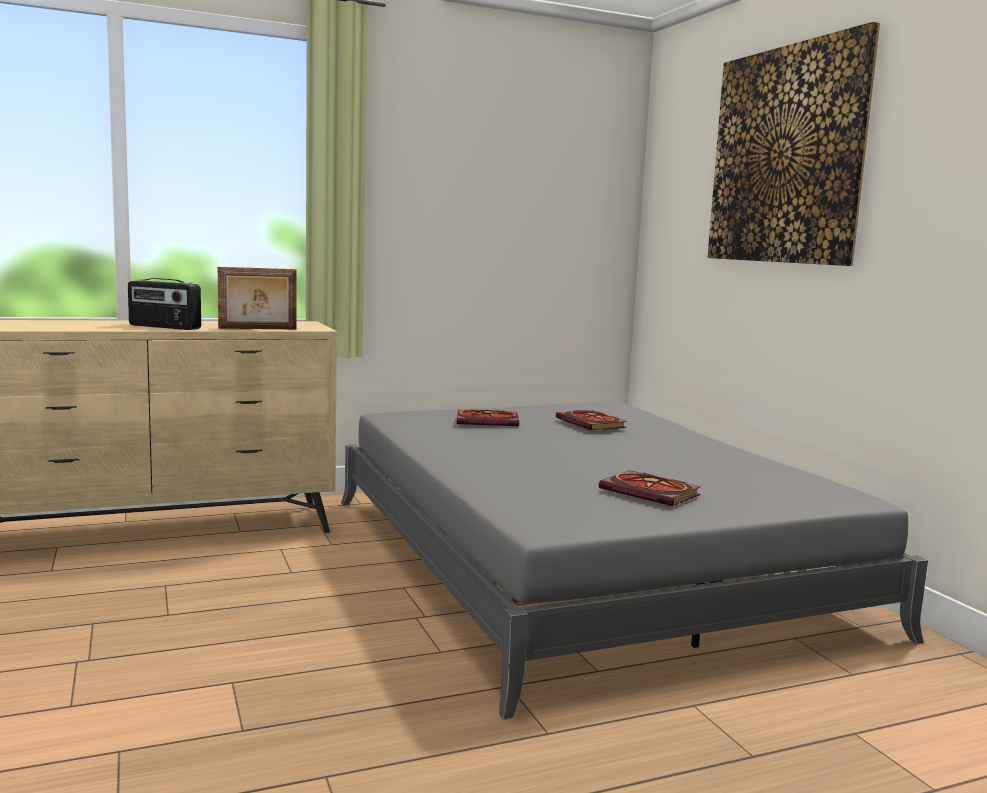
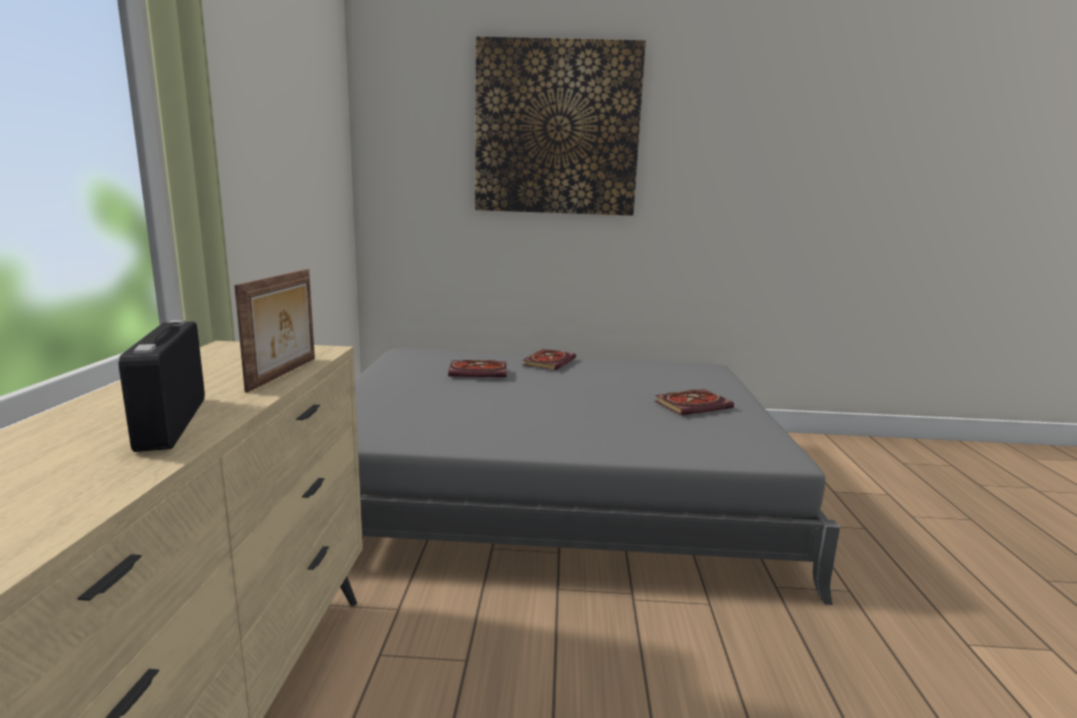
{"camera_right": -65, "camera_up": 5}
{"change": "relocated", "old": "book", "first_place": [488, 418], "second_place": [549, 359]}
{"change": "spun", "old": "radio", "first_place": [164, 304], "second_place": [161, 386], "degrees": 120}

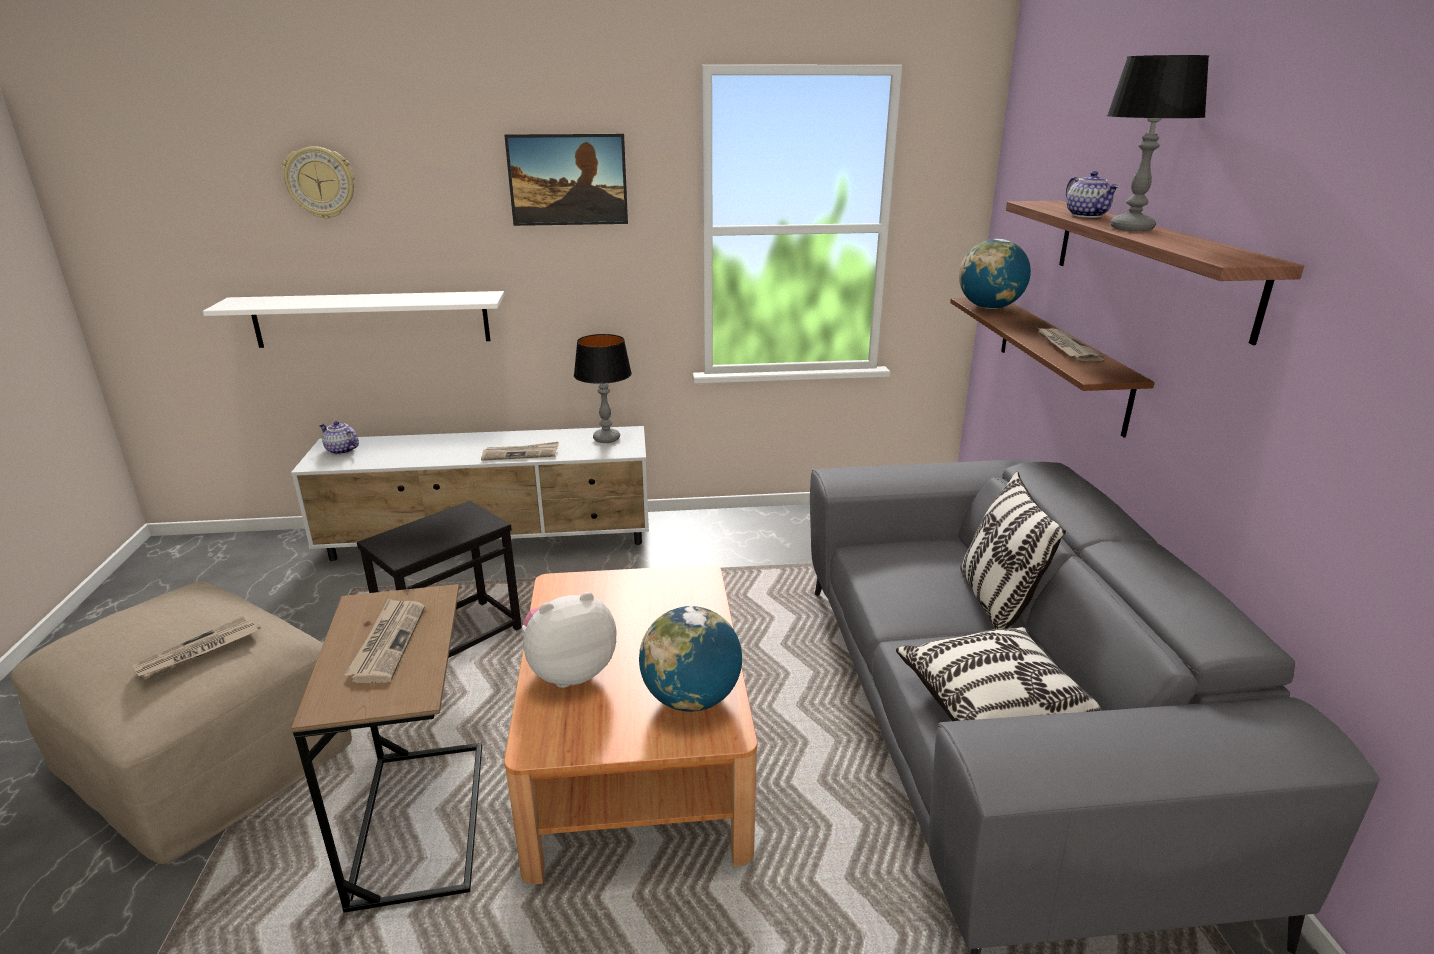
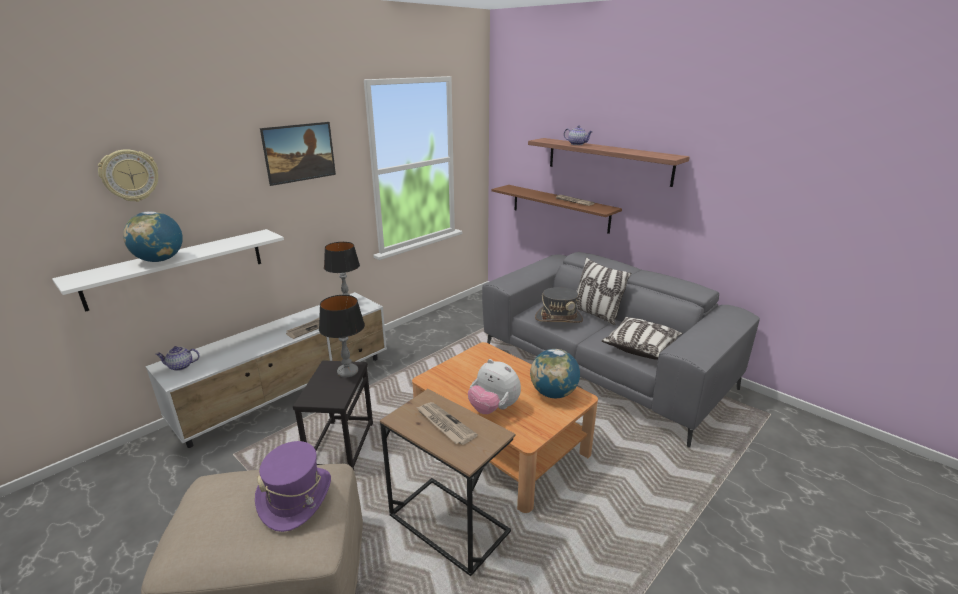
{"camera_right": -40, "camera_up": 0}
{"change": "appeared", "new": "hat/grey", "second_place": [559, 305]}
{"change": "relocated", "old": "globe", "first_place": [995, 274], "second_place": [153, 236]}
{"change": "relocated", "old": "table lamp", "first_place": [1158, 143], "second_place": [342, 336]}
{"change": "exchanged", "old": "newspaper", "new": "hat/purple", "first_place": [196, 647], "second_place": [293, 486]}
{"change": "spun", "old": "plush toy", "first_place": [569, 640], "second_place": [494, 386], "degrees": -75}

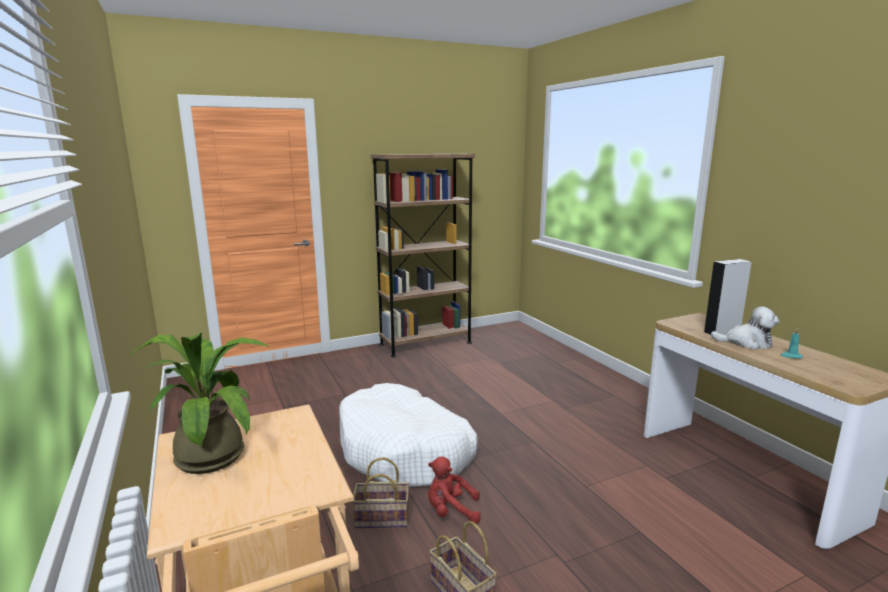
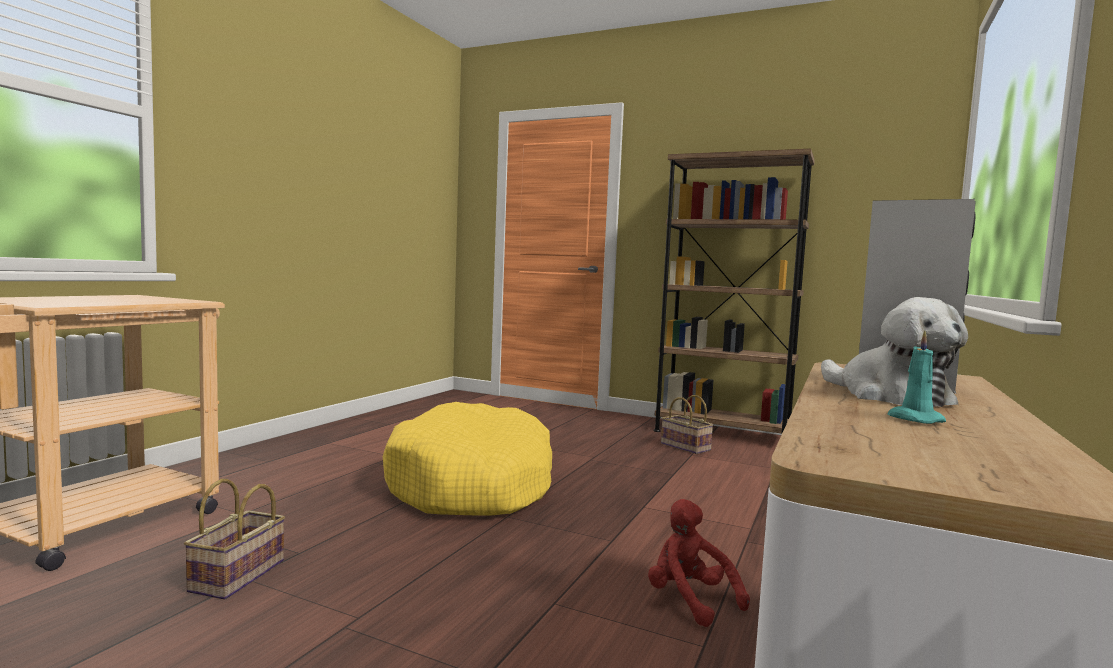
{"camera_right": 50, "camera_up": -10}
{"change": "missing", "old": "potted plant", "first_place": [200, 403]}
{"change": "relocated", "old": "basket", "first_place": [380, 492], "second_place": [687, 424]}
{"change": "relocated", "old": "plush toy/red", "first_place": [454, 490], "second_place": [699, 563]}
{"change": "colour", "old": "dog bed/white", "new": "dog bed/yellow", "first_place": [408, 435], "second_place": [467, 459]}

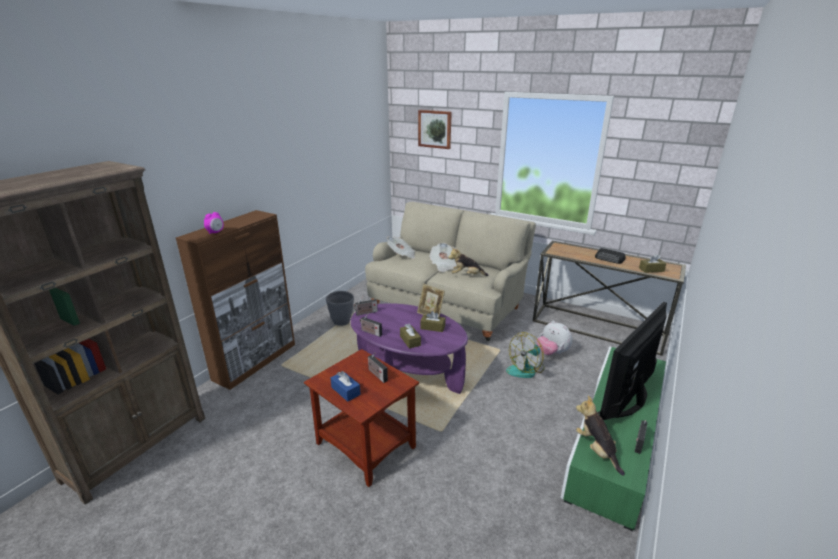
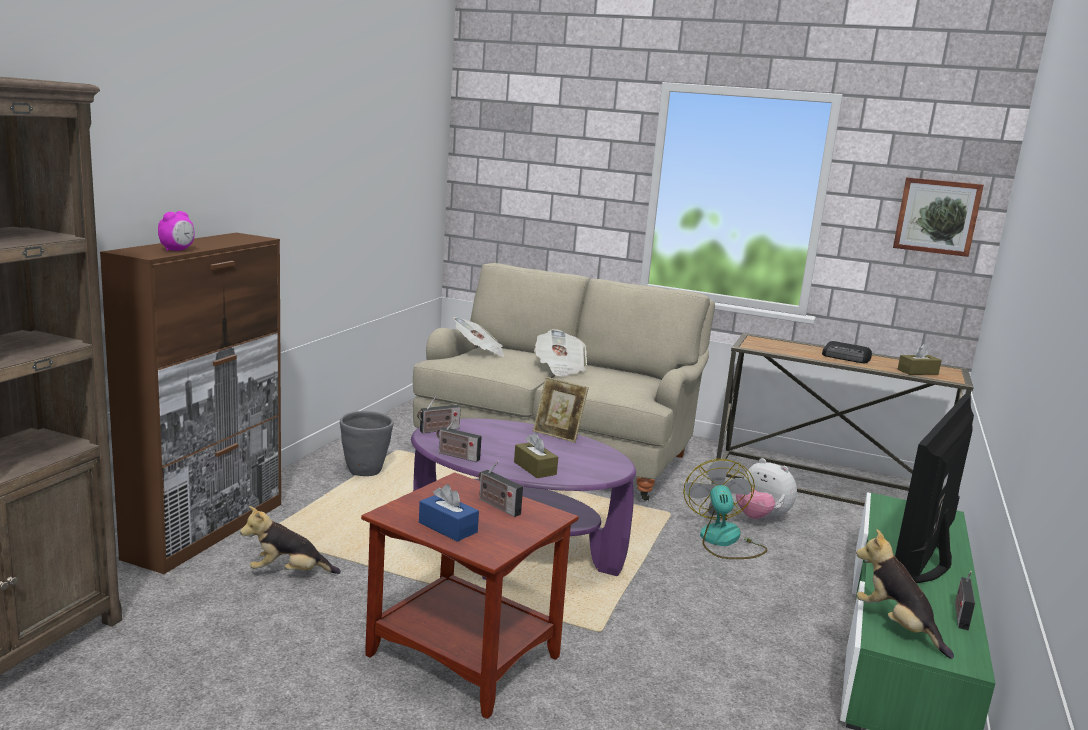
{"camera_right": -10, "camera_up": -10}
{"change": "missing", "old": "tissue box/brown", "first_place": [432, 321]}
{"change": "relocated", "old": "picture", "first_place": [435, 129], "second_place": [938, 217]}
{"change": "relocated", "old": "plush toy", "first_place": [468, 261], "second_place": [290, 540]}
{"change": "spun", "old": "fan", "first_place": [525, 355], "second_place": [725, 509], "degrees": 135}

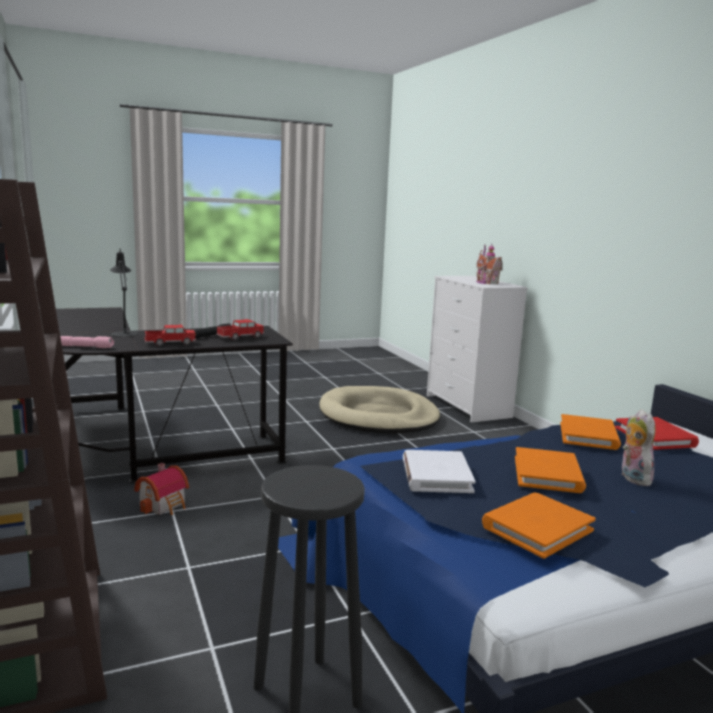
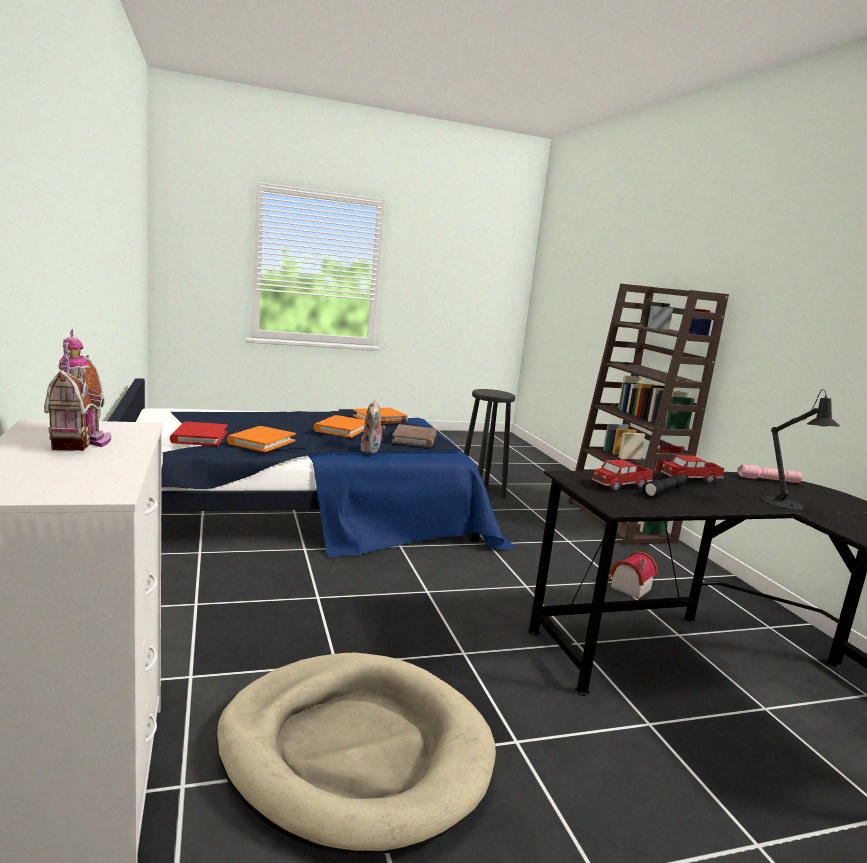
{"camera_right": -175, "camera_up": 0}
{"change": "relocated", "old": "plush toy", "first_place": [638, 447], "second_place": [373, 426]}
{"change": "colour", "old": "book/white", "new": "book/brown", "first_place": [439, 471], "second_place": [414, 435]}

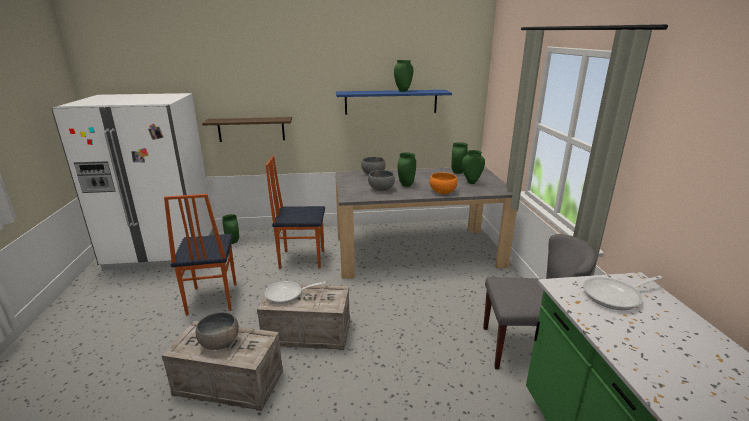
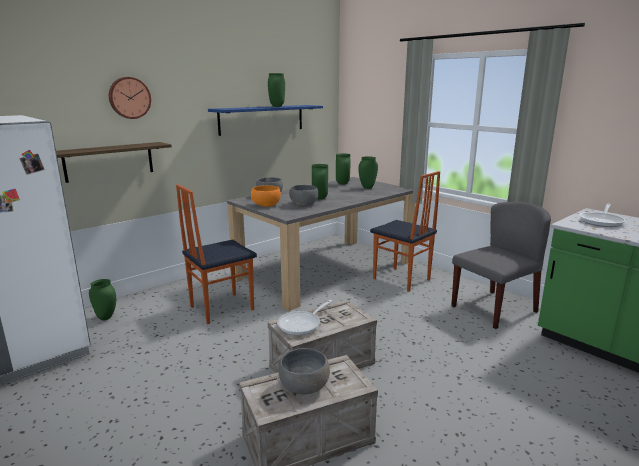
{"camera_right": -35, "camera_up": -5}
{"change": "appeared", "new": "wall clock", "second_place": [130, 98]}
{"change": "relocated", "old": "chair", "first_place": [200, 255], "second_place": [405, 231]}
{"change": "relocated", "old": "bowl/orange", "first_place": [443, 183], "second_place": [266, 196]}

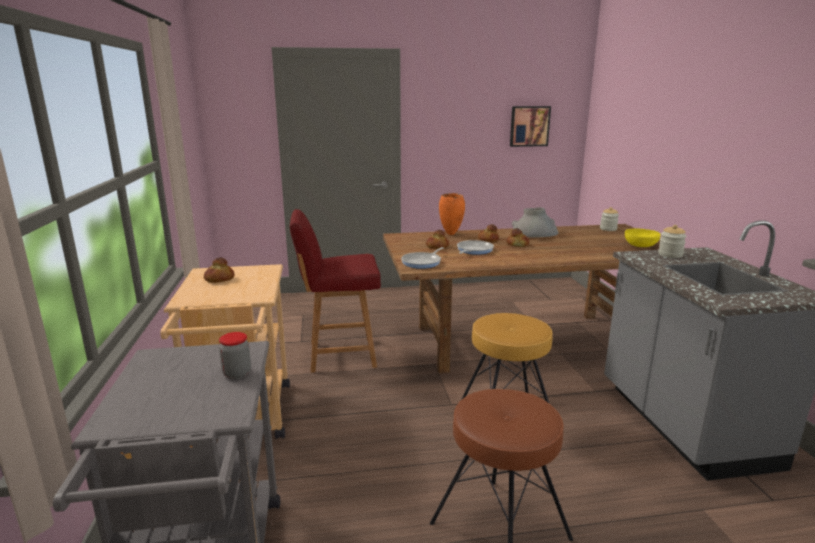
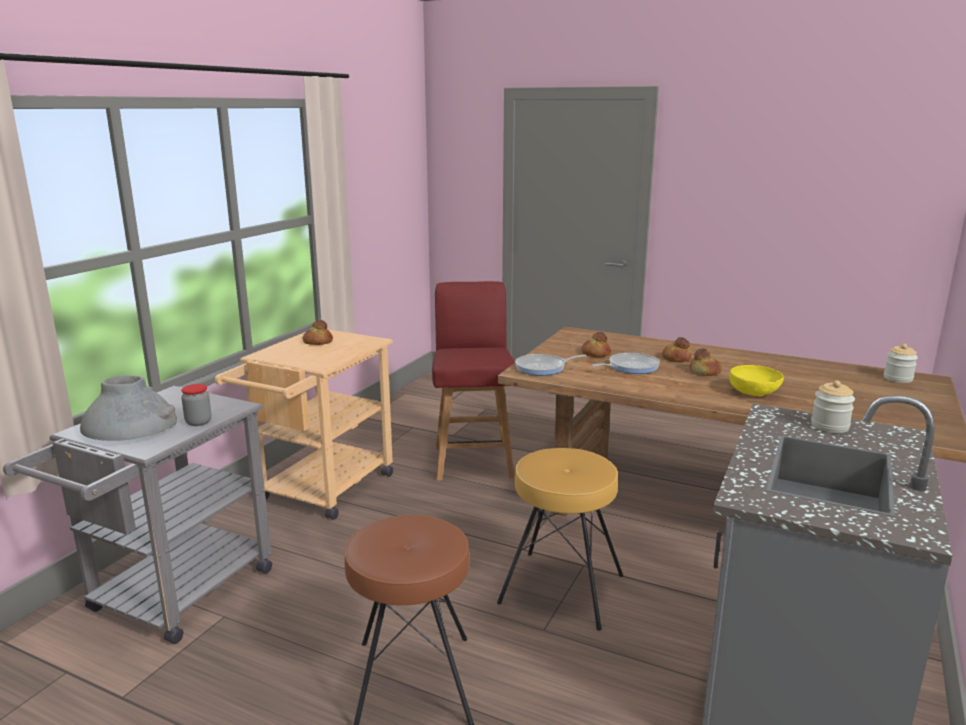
{"camera_right": 35, "camera_up": 0}
{"change": "missing", "old": "vase/orange", "first_place": [452, 214]}
{"change": "missing", "old": "picture", "first_place": [530, 126]}
{"change": "relocated", "old": "vase/grey", "first_place": [535, 222], "second_place": [128, 408]}
{"change": "relocated", "old": "bowl/yellow", "first_place": [643, 238], "second_place": [756, 380]}
{"change": "spun", "old": "chair/red", "first_place": [335, 291], "second_place": [473, 381], "degrees": 60}

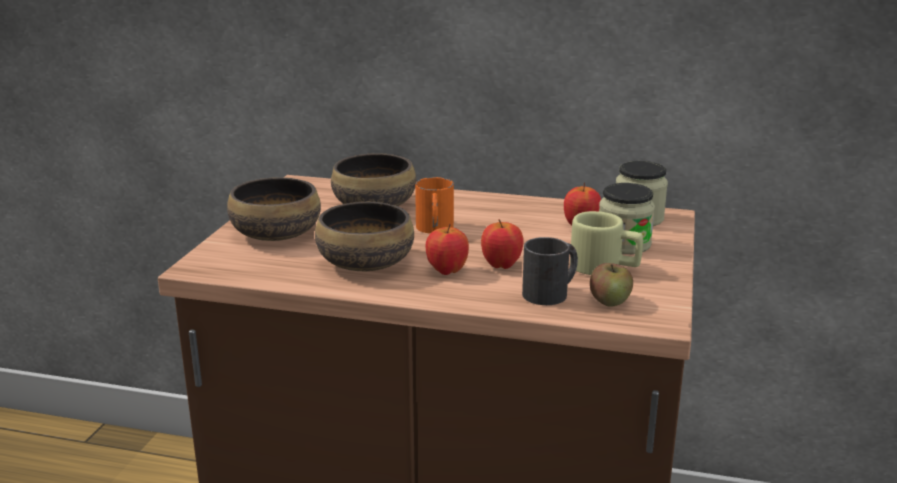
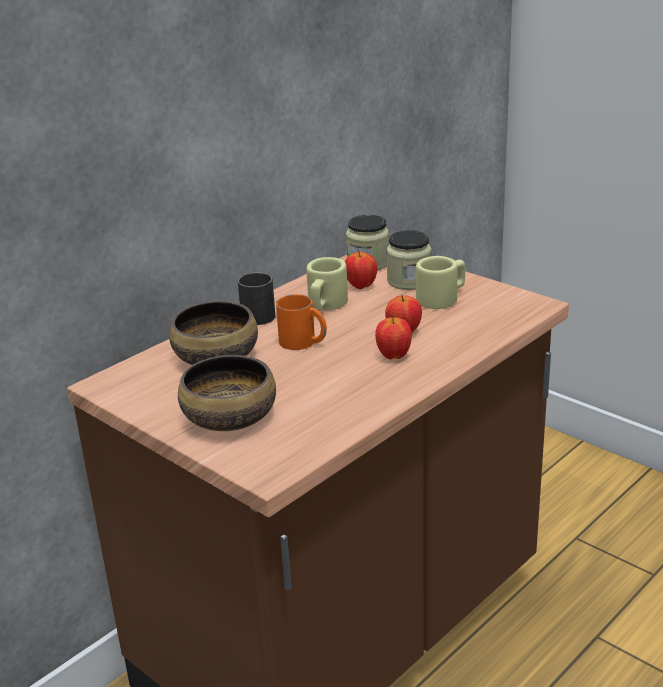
{"camera_right": -60, "camera_up": 5}
{"change": "missing", "old": "bowl", "first_place": [364, 236]}
{"change": "missing", "old": "apple", "first_place": [611, 285]}
{"change": "appeared", "new": "mug/beige", "second_place": [327, 284]}
{"change": "relocated", "old": "mug/black", "first_place": [550, 271], "second_place": [256, 298]}

